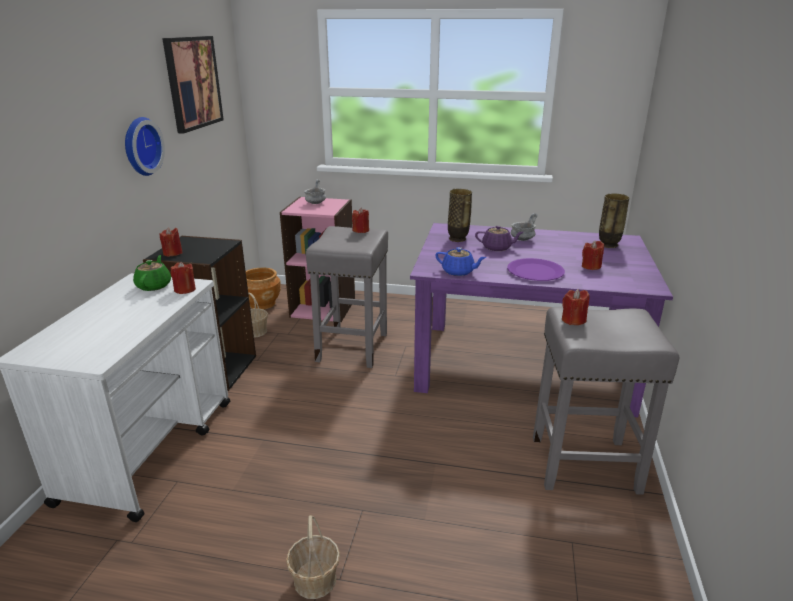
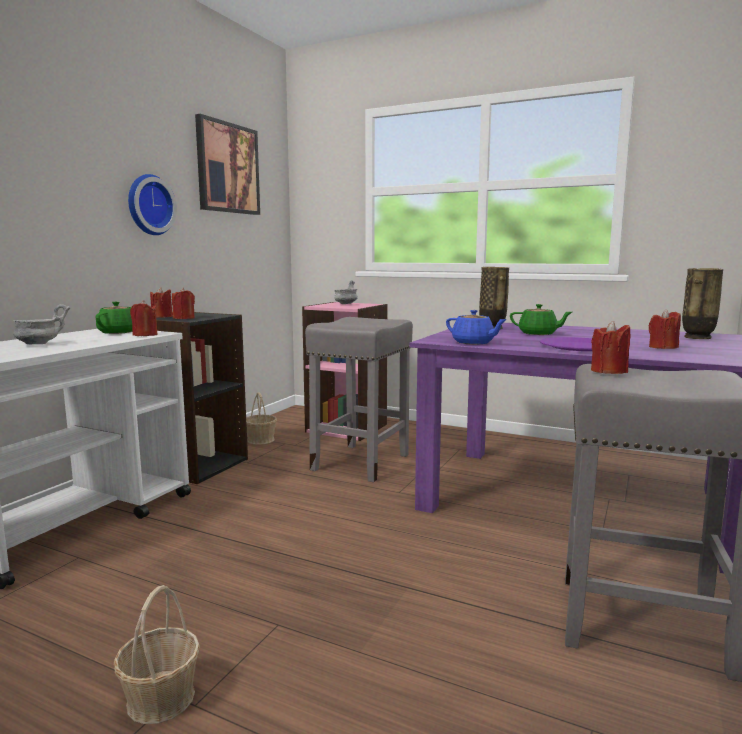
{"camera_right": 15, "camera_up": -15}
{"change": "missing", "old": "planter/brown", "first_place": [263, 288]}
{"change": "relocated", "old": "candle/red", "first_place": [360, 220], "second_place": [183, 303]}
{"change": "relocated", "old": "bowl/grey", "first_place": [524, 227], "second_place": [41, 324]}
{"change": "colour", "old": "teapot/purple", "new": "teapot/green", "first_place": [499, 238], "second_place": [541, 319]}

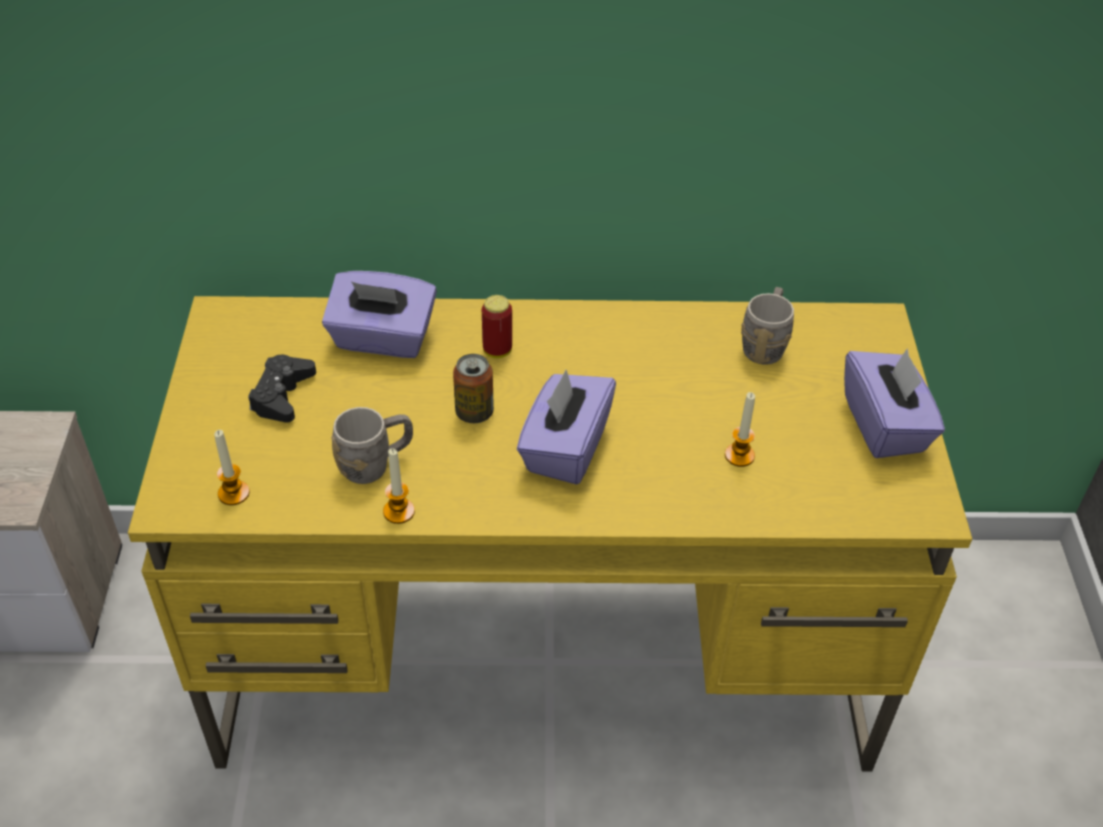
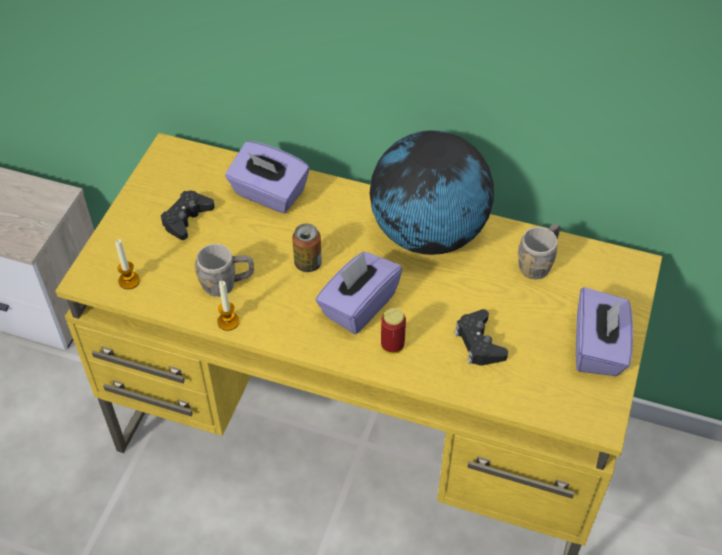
{"camera_right": 20, "camera_up": 5}
{"change": "appeared", "new": "globe", "second_place": [432, 192]}
{"change": "relocated", "old": "can", "first_place": [497, 326], "second_place": [393, 331]}
{"change": "exchanged", "old": "candle", "new": "game controller/black", "first_place": [740, 429], "second_place": [481, 337]}

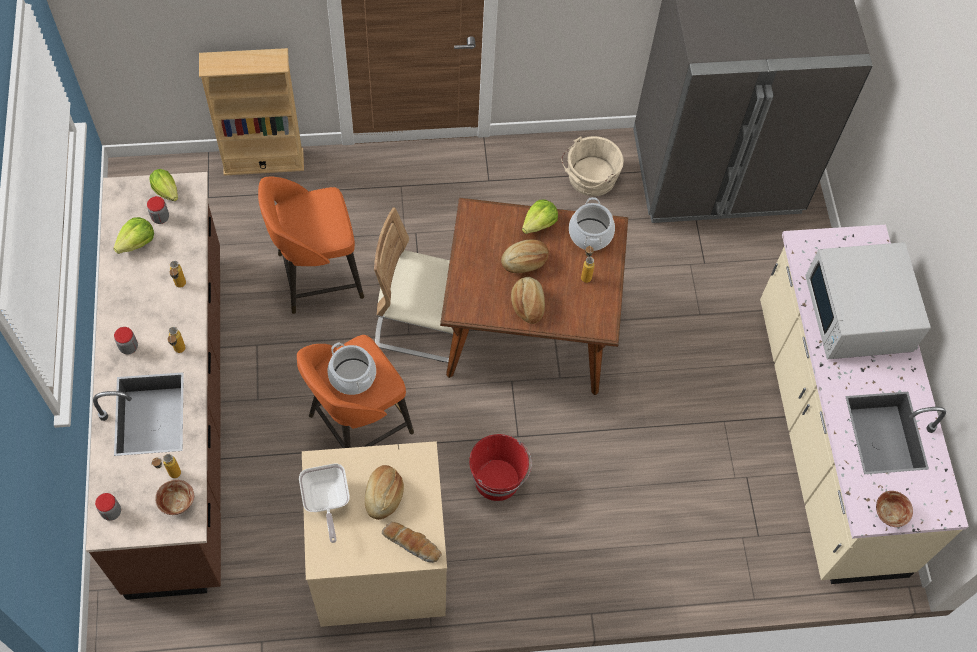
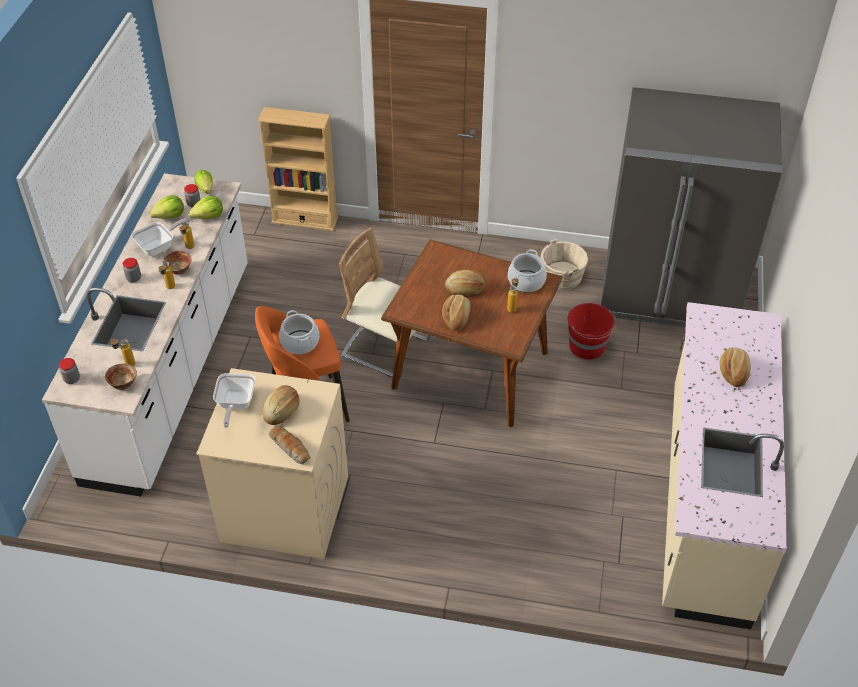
{"camera_right": 20, "camera_up": -15}
{"change": "missing", "old": "stool/orange", "first_place": [311, 245]}
{"change": "appeared", "new": "frying pan", "second_place": [161, 237]}
{"change": "relocated", "old": "bucket/red", "first_place": [500, 467], "second_place": [592, 331]}
{"change": "relocated", "old": "lettuce", "first_place": [540, 216], "second_place": [206, 207]}
{"change": "relocated", "old": "bowl", "first_place": [894, 509], "second_place": [177, 262]}
{"change": "exchanged", "old": "microwave/white", "new": "bread", "first_place": [868, 300], "second_place": [735, 367]}
{"change": "colour", "old": "counter/brown", "new": "counter/white", "first_place": [153, 386], "second_place": [145, 335]}

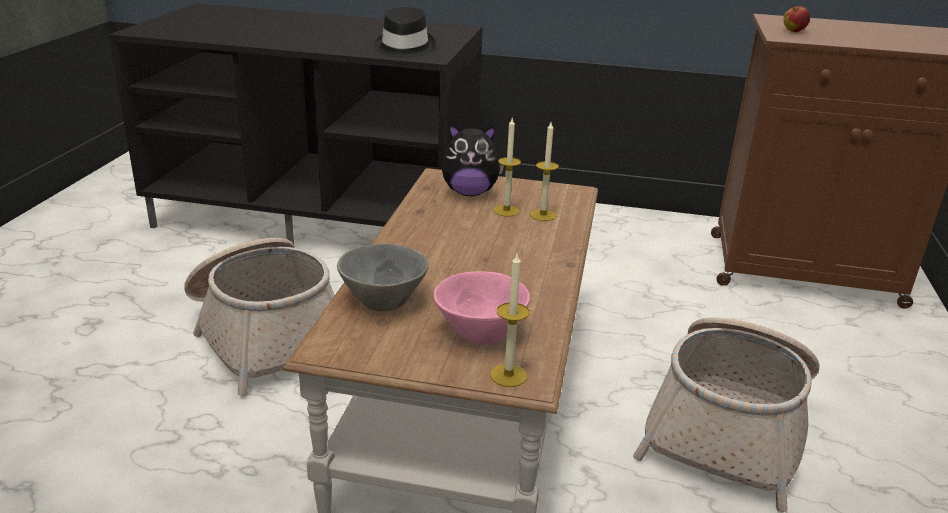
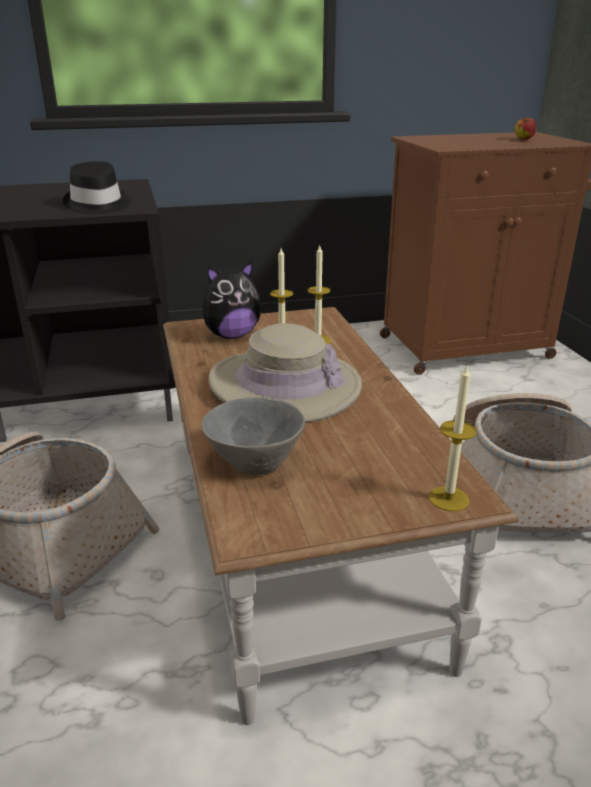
{"camera_right": -25, "camera_up": 0}
{"change": "missing", "old": "bowl/pink", "first_place": [482, 307]}
{"change": "appeared", "new": "hat/beige", "second_place": [285, 373]}
{"change": "relocated", "old": "apple", "first_place": [797, 19], "second_place": [526, 129]}

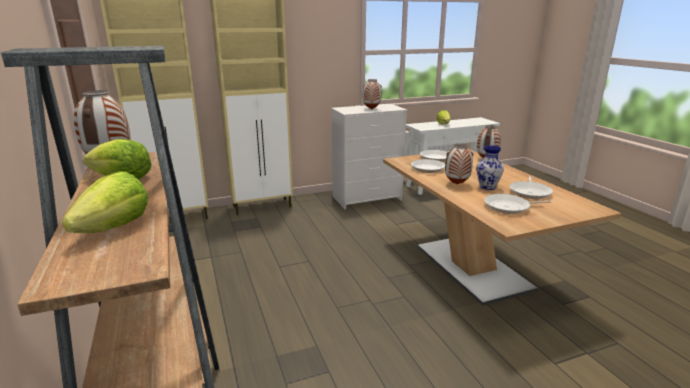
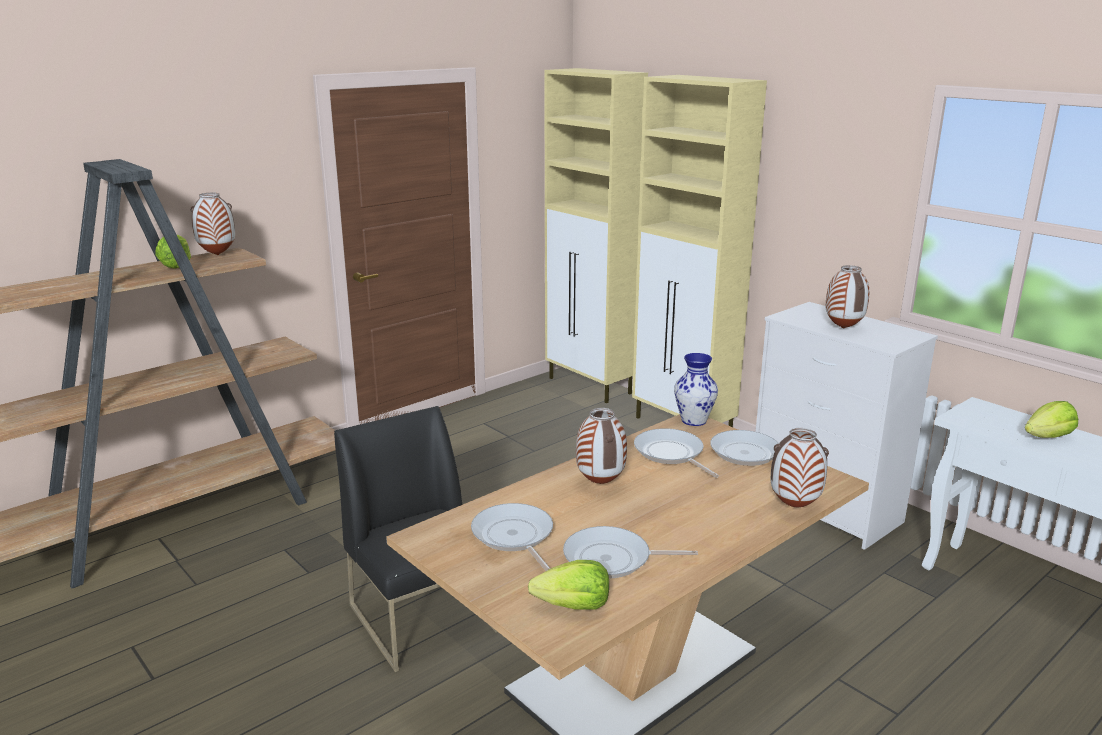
{"camera_right": 70, "camera_up": 0}
{"change": "appeared", "new": "chair/black", "second_place": [415, 539]}
{"change": "relocated", "old": "lettuce", "first_place": [105, 202], "second_place": [568, 585]}
{"change": "relocated", "old": "vase", "first_place": [490, 167], "second_place": [696, 389]}

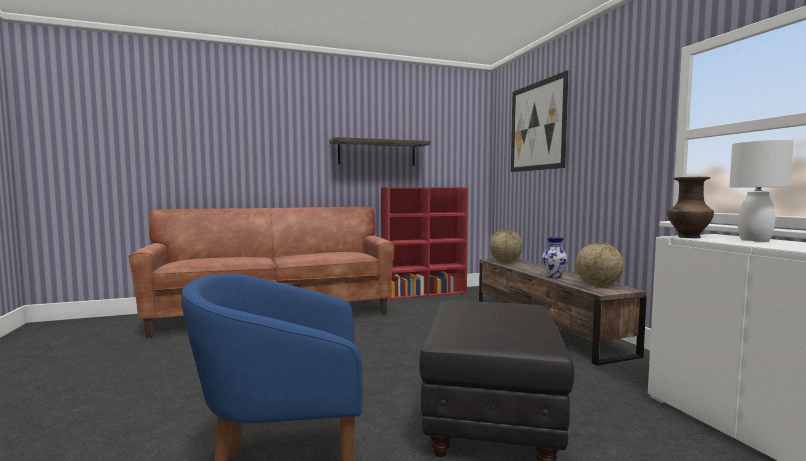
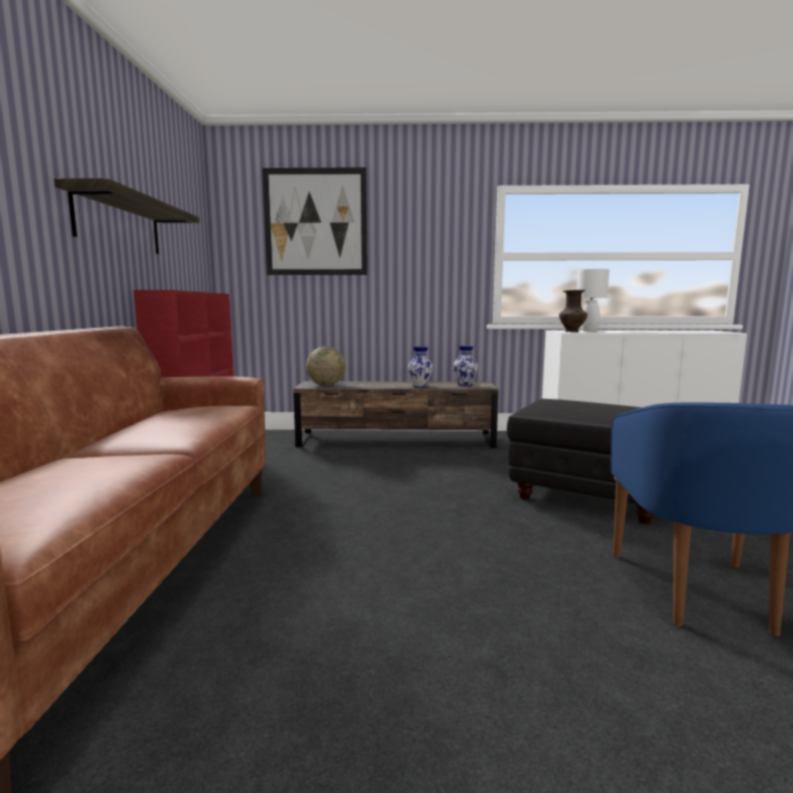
{"camera_right": -70, "camera_up": 5}
{"change": "exchanged", "old": "globe", "new": "vase", "first_place": [599, 265], "second_place": [465, 366]}

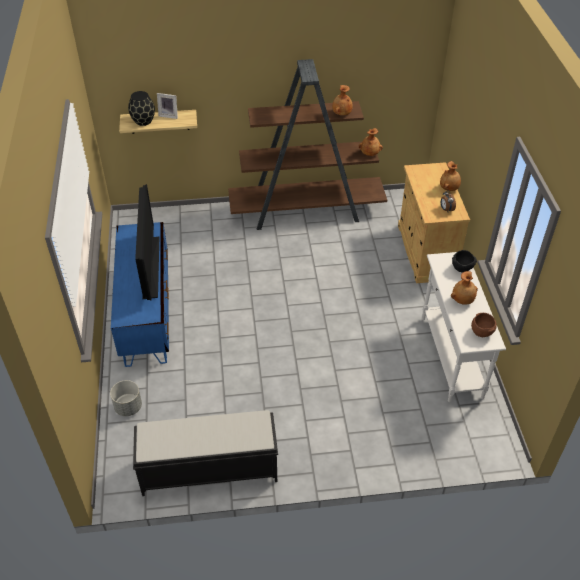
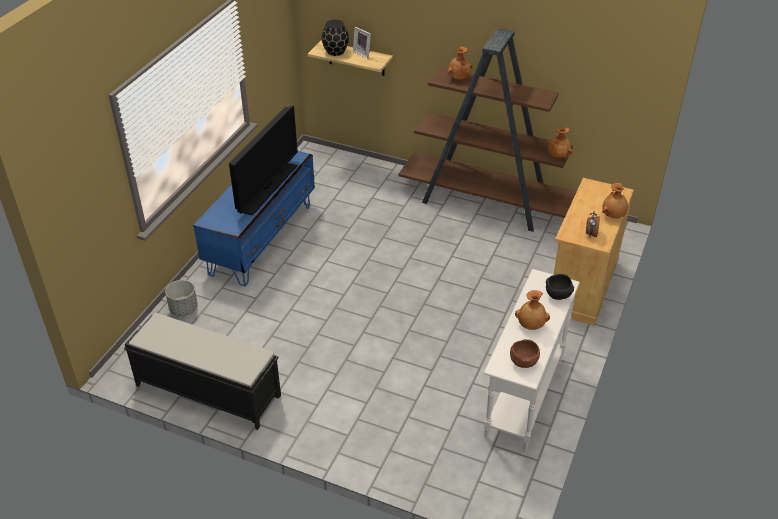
{"camera_right": 30, "camera_up": -5}
{"change": "relocated", "old": "vase/brown", "first_place": [342, 100], "second_place": [459, 62]}

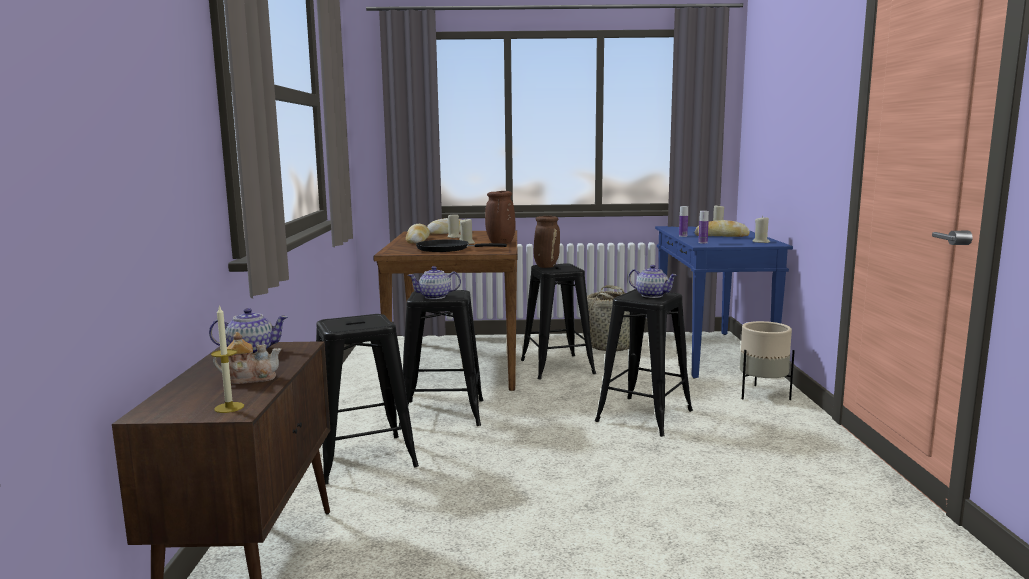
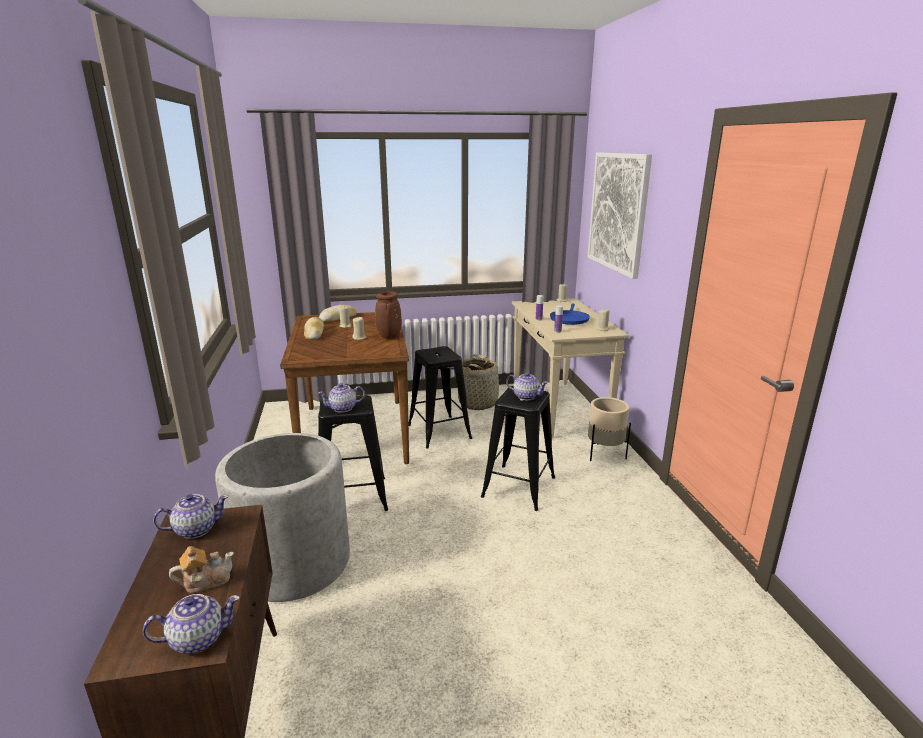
{"camera_right": -10, "camera_up": 10}
{"change": "missing", "old": "frying pan/black", "first_place": [461, 246]}
{"change": "missing", "old": "vase/brown", "first_place": [547, 242]}
{"change": "appeared", "new": "picture", "second_place": [619, 216]}
{"change": "exchanged", "old": "candle", "new": "teapot", "first_place": [227, 359], "second_place": [191, 624]}
{"change": "exchanged", "old": "stool/black", "new": "planter/grey", "first_place": [367, 399], "second_place": [282, 517]}
{"change": "exchanged", "old": "bread", "new": "frying pan/blue", "first_place": [722, 228], "second_place": [570, 314]}
{"change": "colour", "old": "console table/blue", "new": "console table/beige", "first_place": [724, 302], "second_place": [570, 368]}

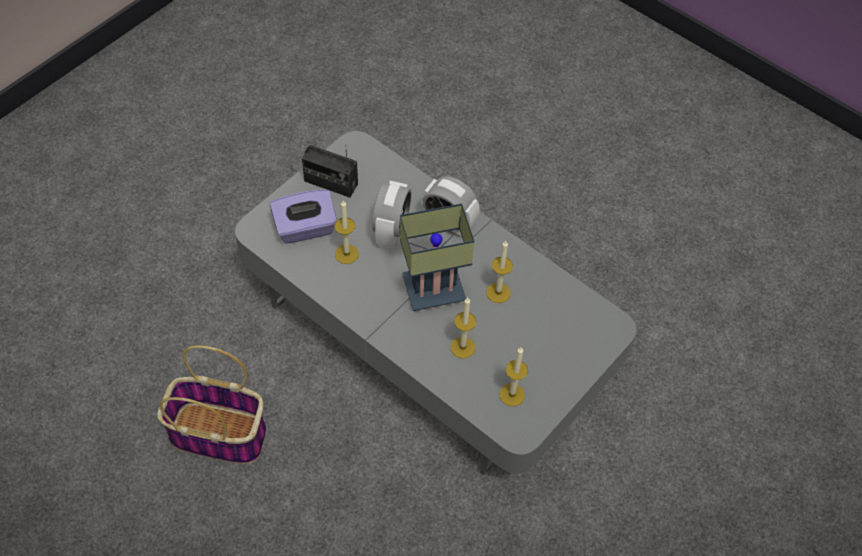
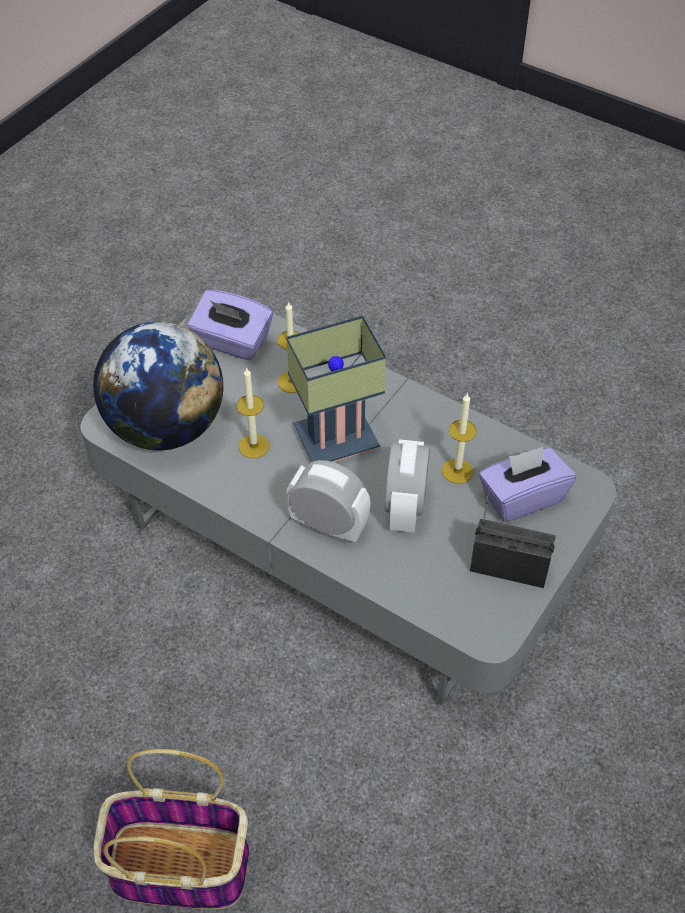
{"camera_right": 175, "camera_up": -5}
{"change": "appeared", "new": "globe", "second_place": [158, 386]}
{"change": "relocated", "old": "basket", "first_place": [211, 404], "second_place": [171, 829]}
{"change": "exchanged", "old": "candle", "new": "tissue box/purple", "first_place": [513, 377], "second_place": [230, 325]}

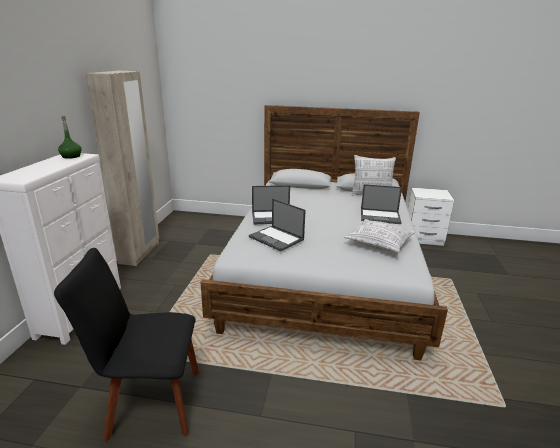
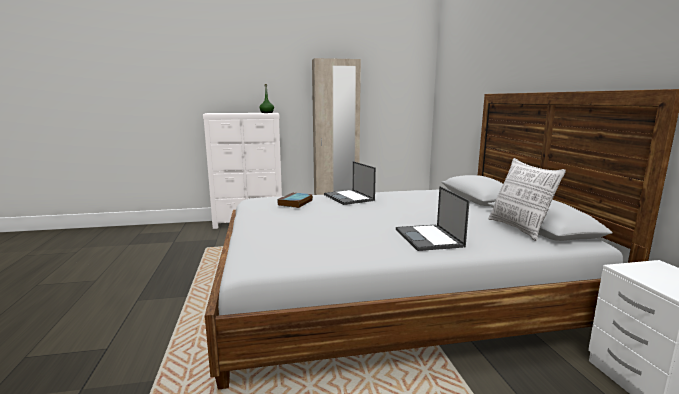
{"camera_right": 70, "camera_up": -10}
{"change": "missing", "old": "chair/black", "first_place": [126, 345]}
{"change": "missing", "old": "pillow", "first_place": [379, 236]}
{"change": "exchanged", "old": "laptop", "new": "book", "first_place": [277, 225], "second_place": [295, 200]}

